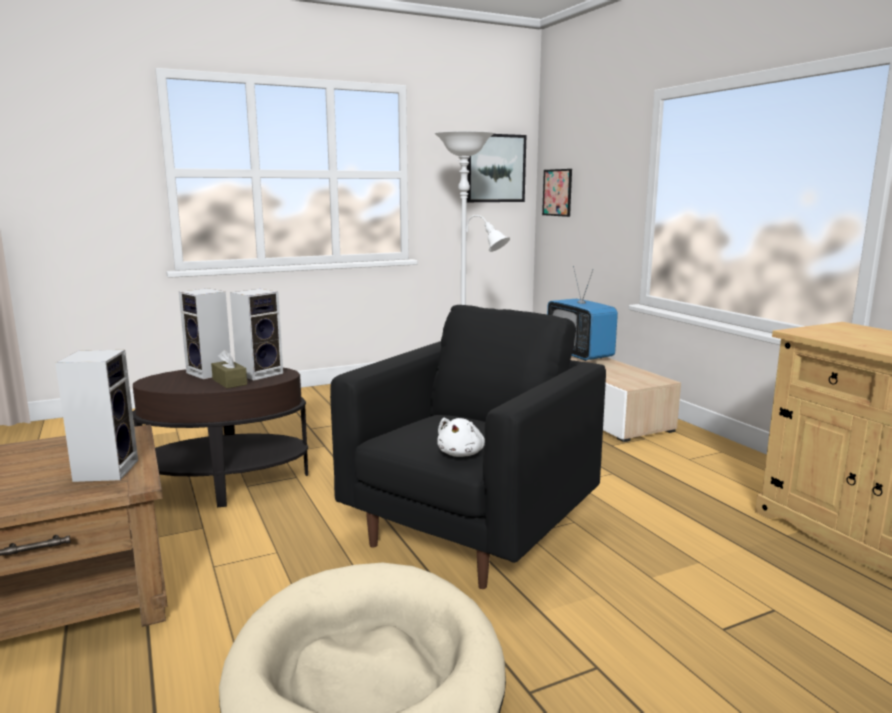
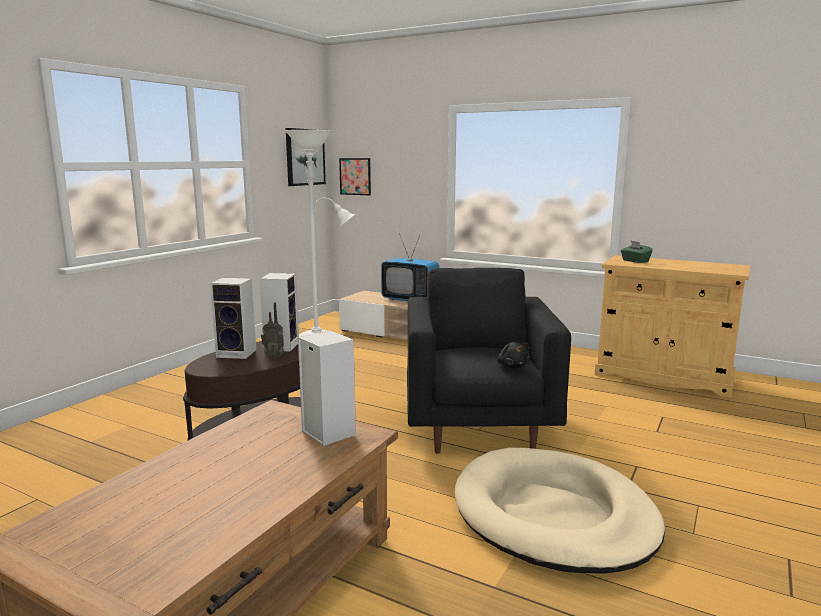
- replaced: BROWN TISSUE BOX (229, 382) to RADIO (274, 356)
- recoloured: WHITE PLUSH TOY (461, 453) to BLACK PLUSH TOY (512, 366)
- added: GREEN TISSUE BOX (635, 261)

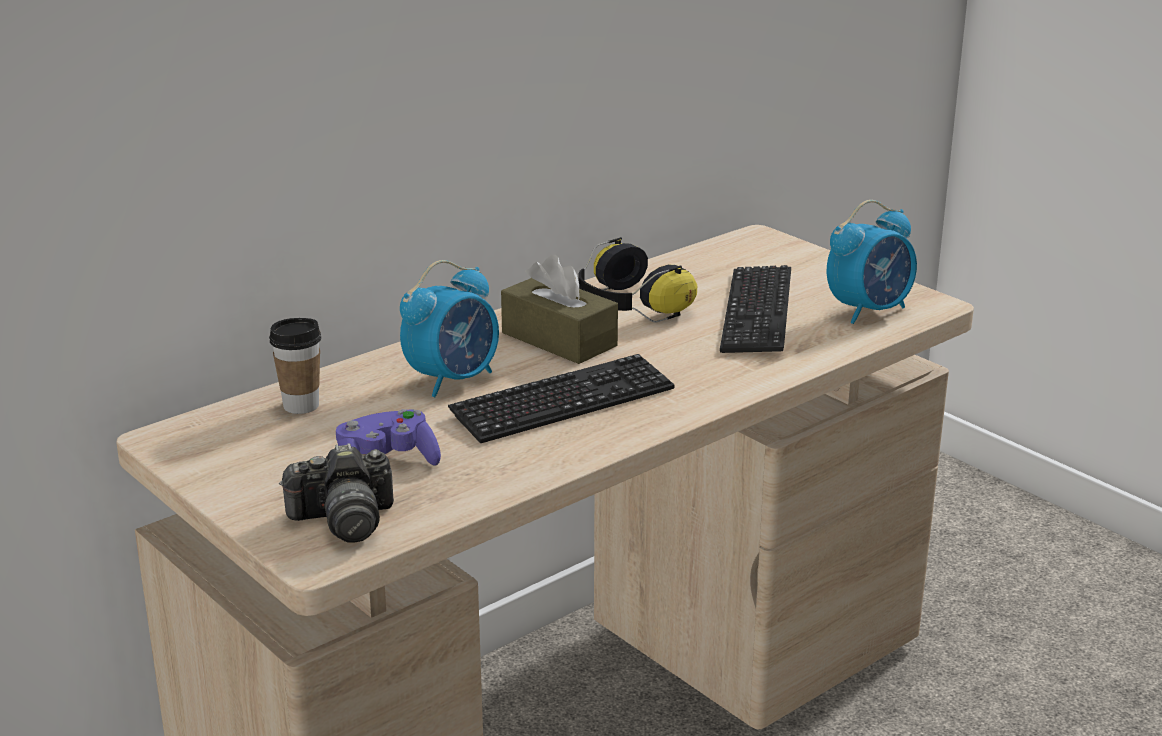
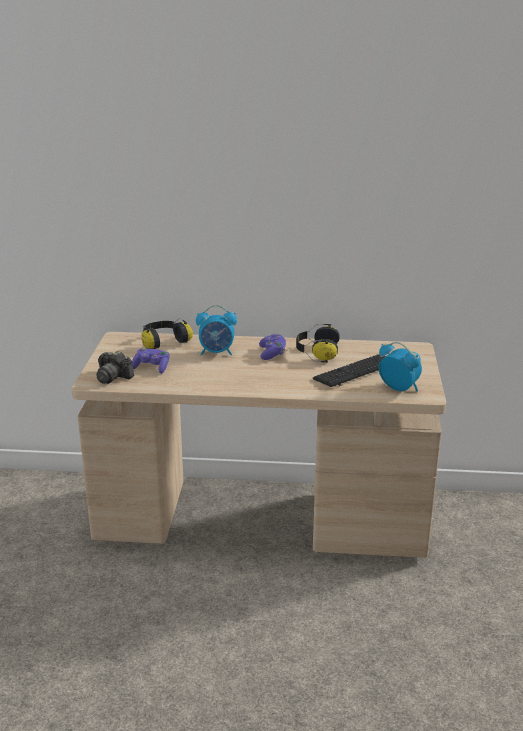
- replaced: CUP (301, 405) to HEADPHONES (163, 342)
- removed: KEYBOARD (563, 402)
- replaced: BROWN TISSUE BOX (559, 339) to PURPLE GAME CONTROLLER (272, 354)
- turned: ALARM CLOCK (869, 310) = (398, 388) 150 degrees counterclockwise

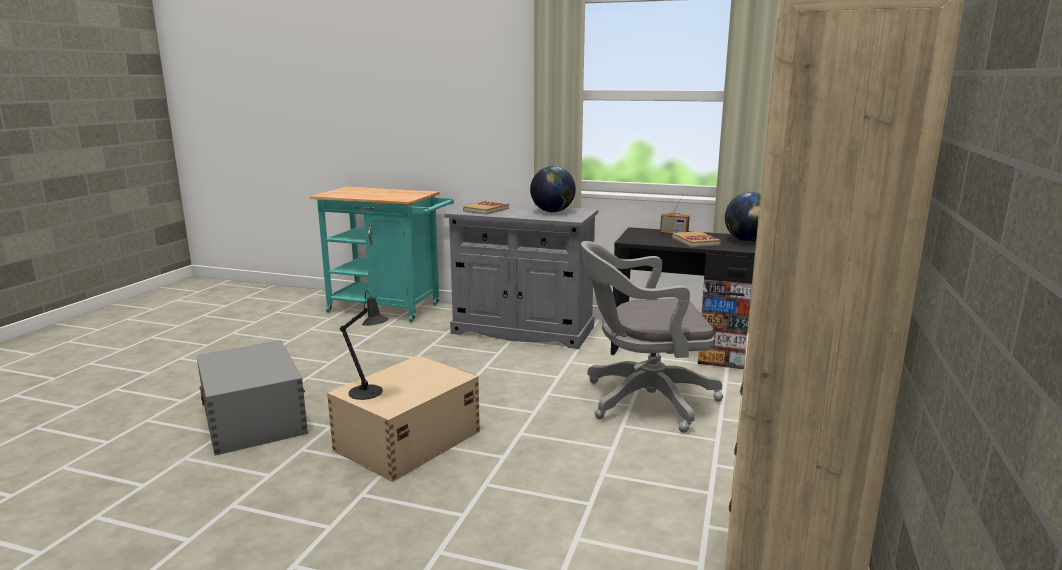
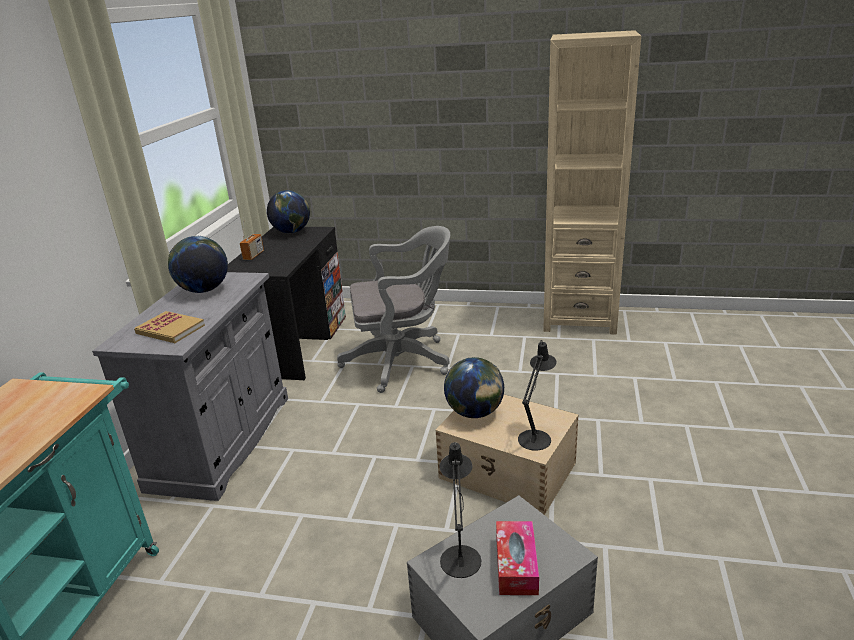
- turned: GREY OFFICE CHAIR (642, 400) = (403, 361) 90 degrees counterclockwise
- removed: BOOK (695, 241)
- added: BLACK TABLE LAMP (460, 556)
- added: GLOBE (474, 413)
- added: TISSUE BOX (516, 565)

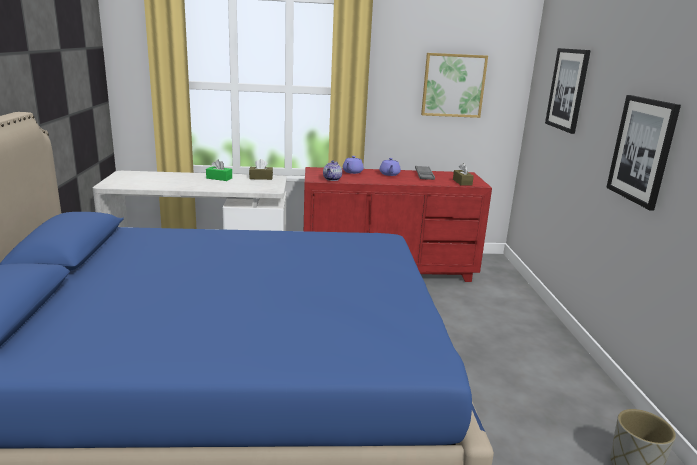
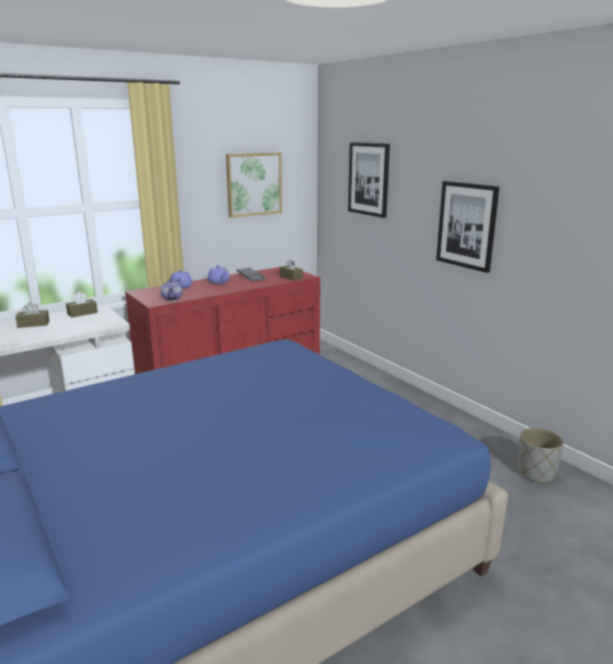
- recoloured: GREEN TISSUE BOX (219, 178) to BROWN TISSUE BOX (33, 324)

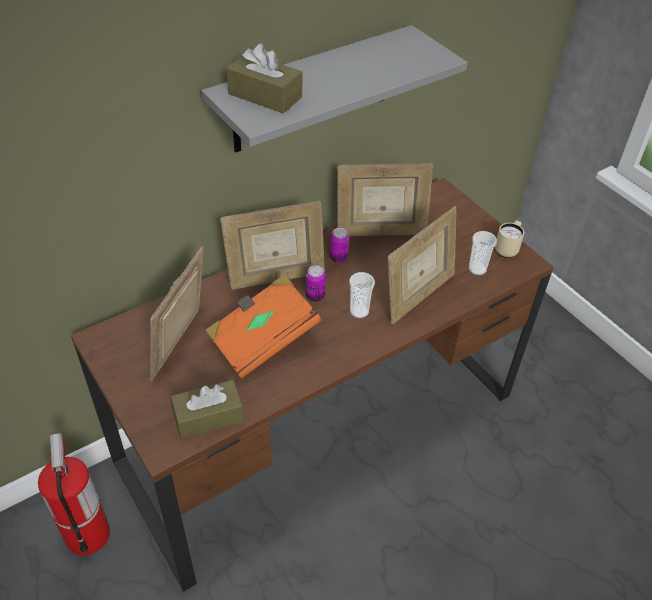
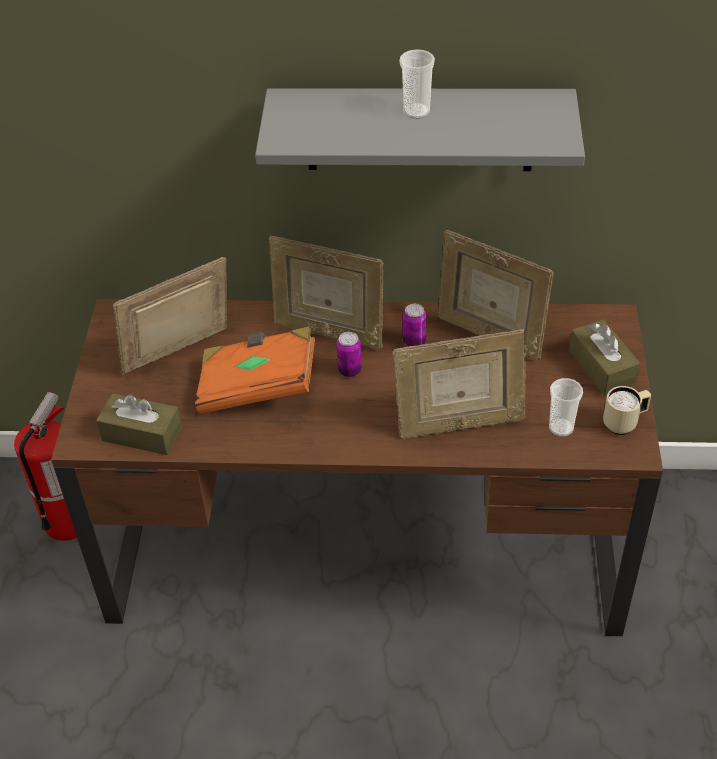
- moved: BROWN TISSUE BOX (265, 95) to (602, 367)
- moved: CUP (359, 311) to (416, 111)

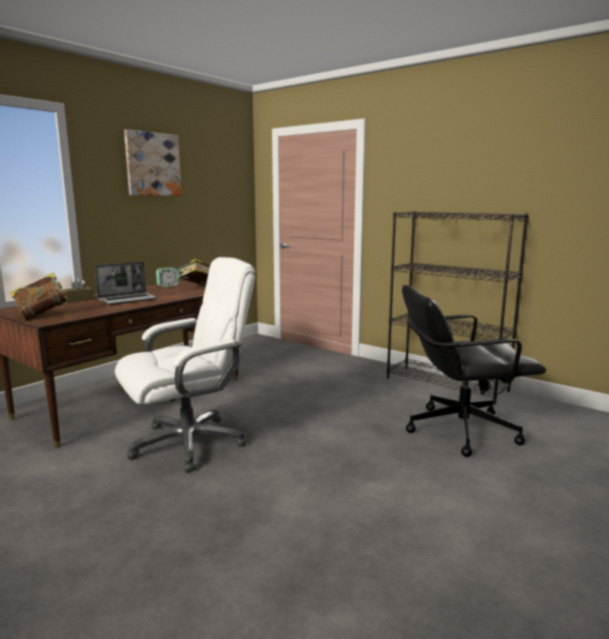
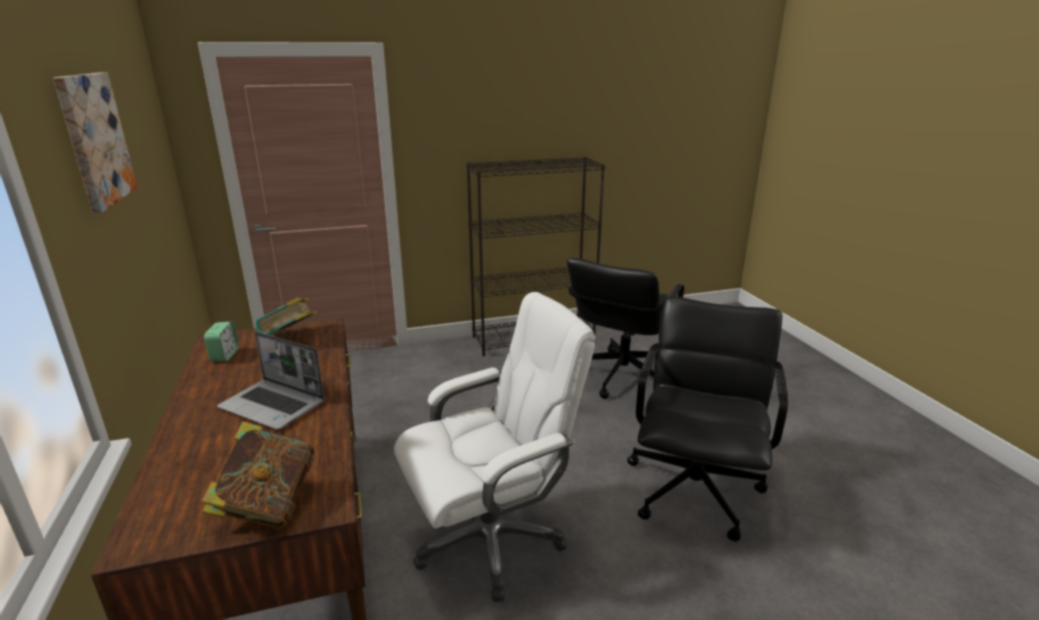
- removed: BROWN TISSUE BOX (78, 300)
- turned: LAPTOP (128, 299) = (274, 405) 120 degrees clockwise
- turned: WHITE OFFICE CHAIR (189, 443) = (491, 538) 60 degrees clockwise
- added: BLACK OFFICE CHAIR (694, 490)

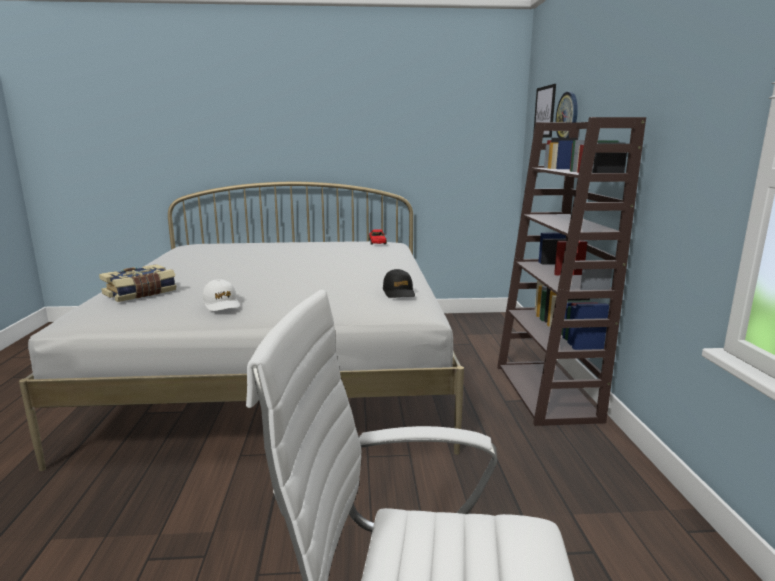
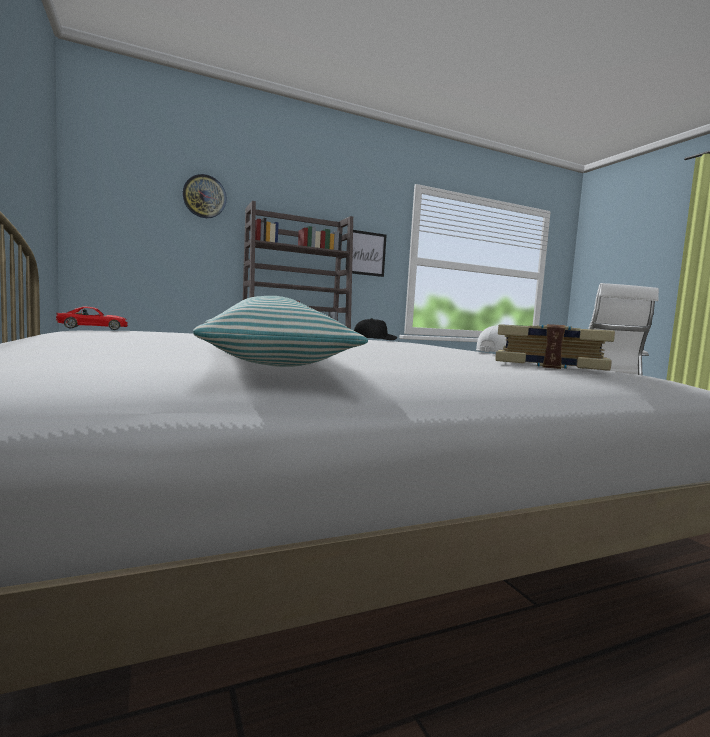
- moved: PICTURE (544, 112) to (365, 253)
- added: PILLOW (265, 361)

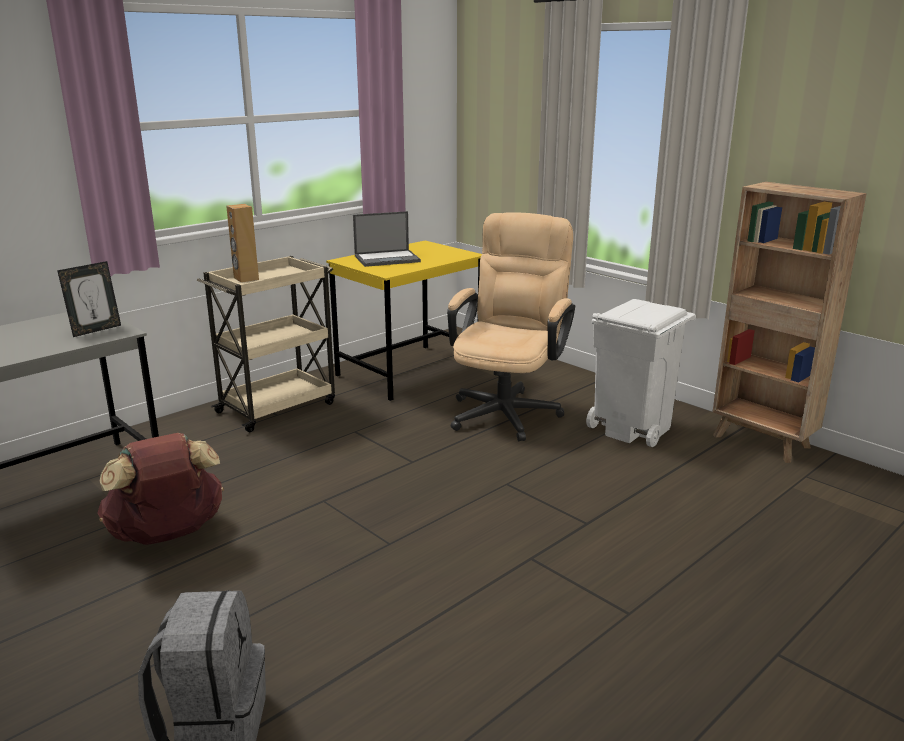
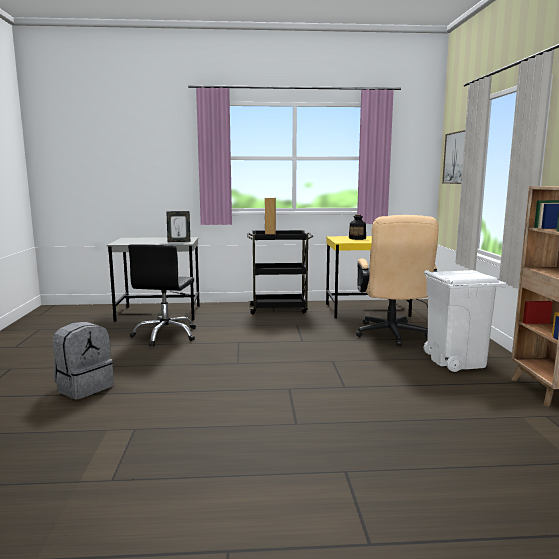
- replaced: BROWN BACKPACK (168, 535) to BLACK OFFICE CHAIR (166, 335)
- recoloured: BEIGE CART (278, 407) to BLACK CART (279, 309)
- replaced: LAPTOP (388, 259) to BOTTLE (357, 238)
- turned: BEIGE OFFICE CHAIR (508, 410) = (392, 335) 120 degrees clockwise
- added: PICTURE (457, 158)

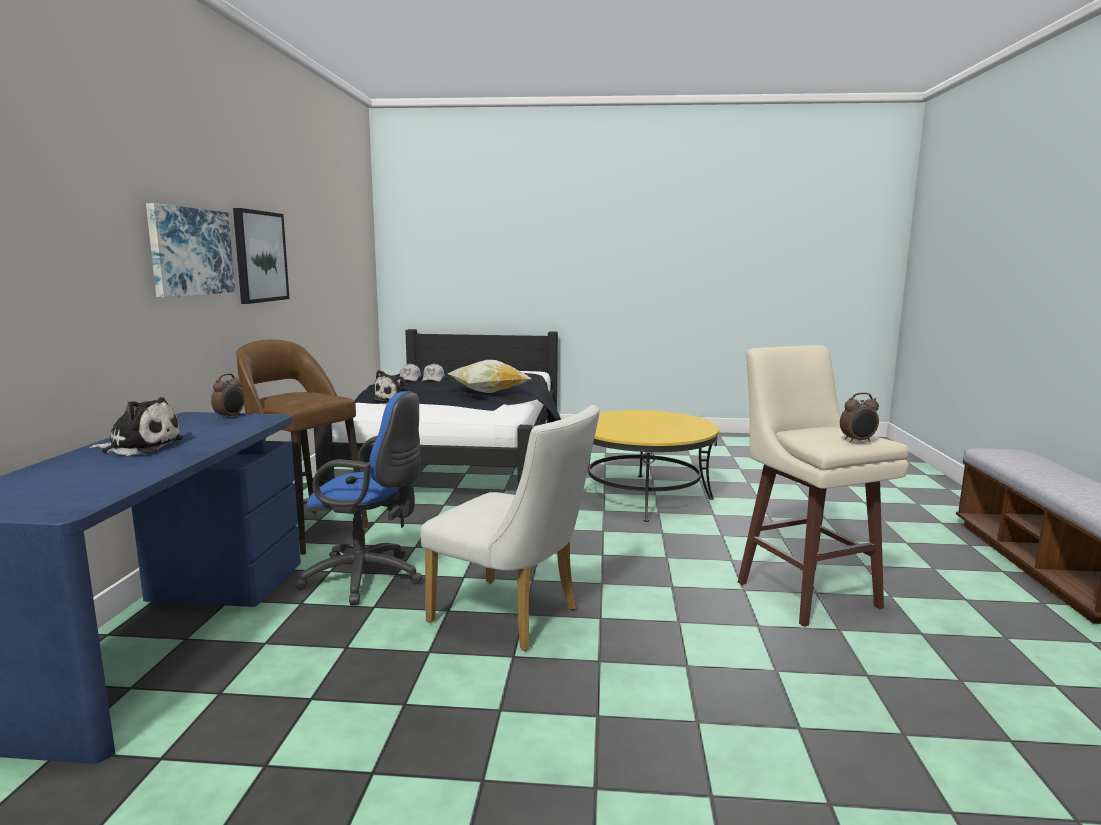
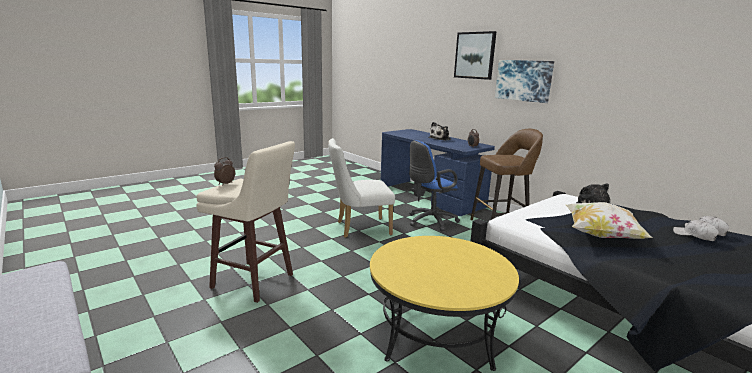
- moved: PICTURE (260, 256) to (475, 55)

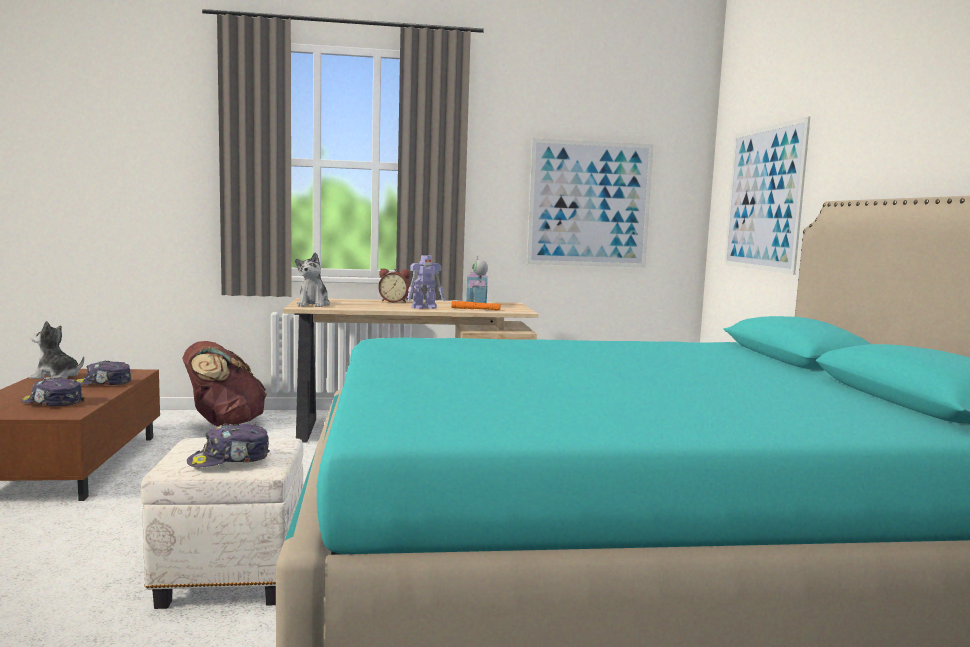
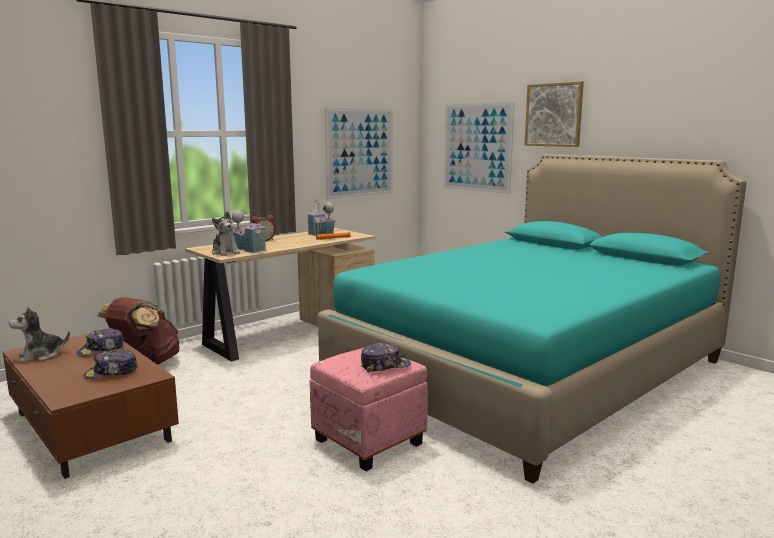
- recoloured: WHITE OTTOMAN (232, 576) to PINK OTTOMAN (370, 442)
- turned: CAP (230, 460) = (385, 365) 135 degrees counterclockwise
- removed: TOY ROBOT (425, 307)
- added: TOY HOUSE (249, 249)
- added: PICTURE (553, 115)

